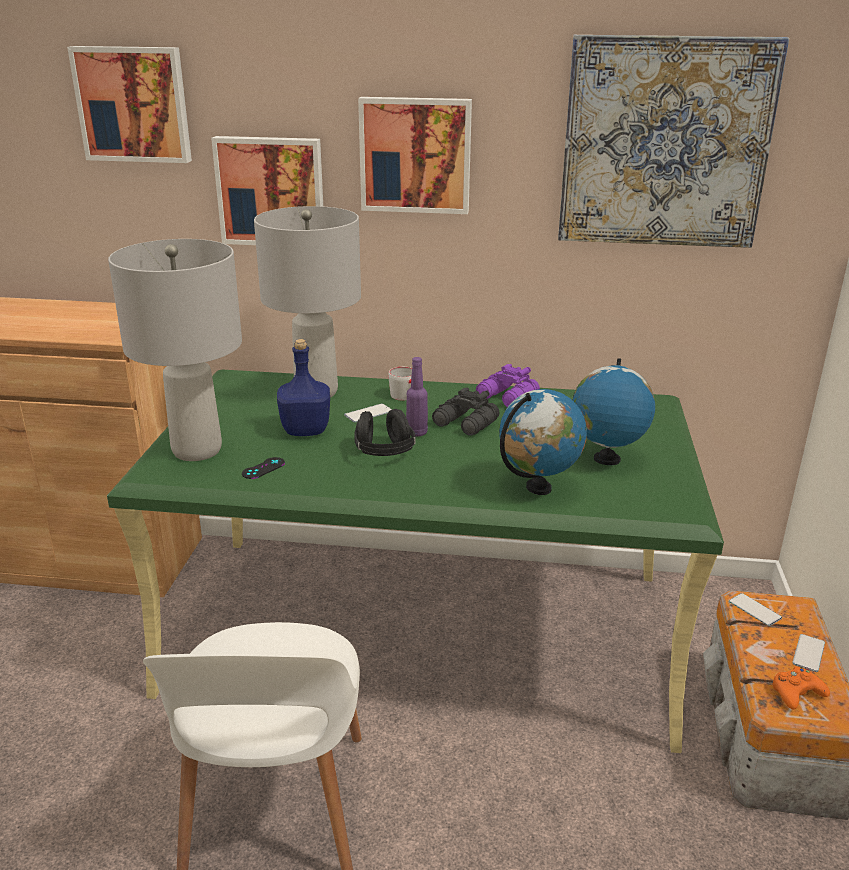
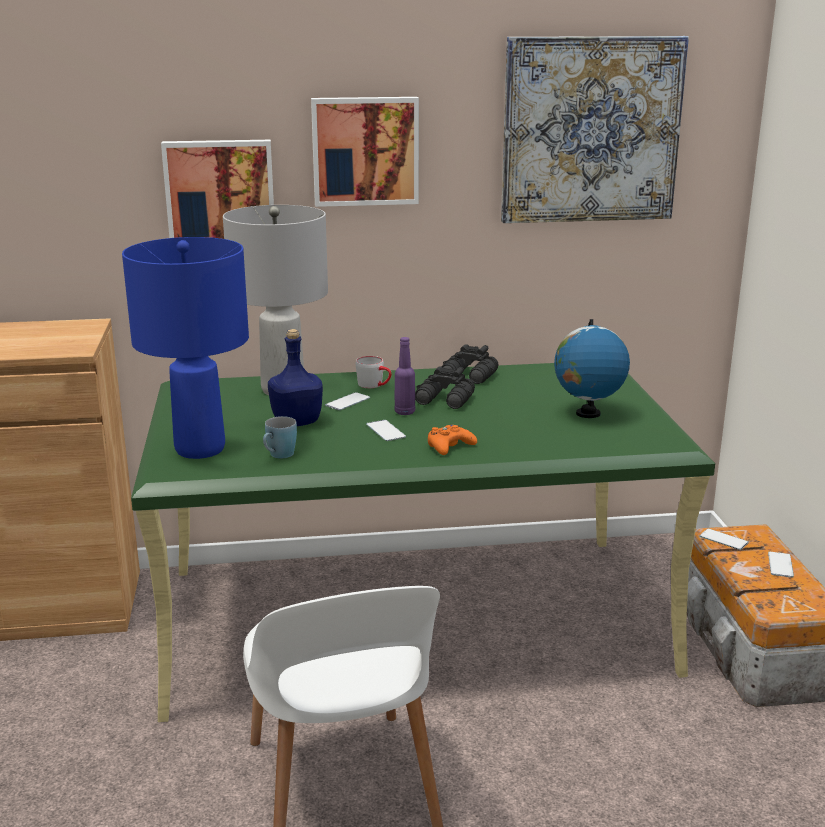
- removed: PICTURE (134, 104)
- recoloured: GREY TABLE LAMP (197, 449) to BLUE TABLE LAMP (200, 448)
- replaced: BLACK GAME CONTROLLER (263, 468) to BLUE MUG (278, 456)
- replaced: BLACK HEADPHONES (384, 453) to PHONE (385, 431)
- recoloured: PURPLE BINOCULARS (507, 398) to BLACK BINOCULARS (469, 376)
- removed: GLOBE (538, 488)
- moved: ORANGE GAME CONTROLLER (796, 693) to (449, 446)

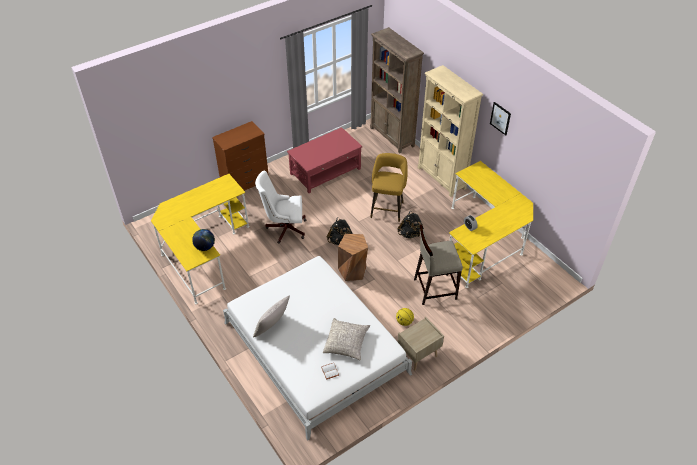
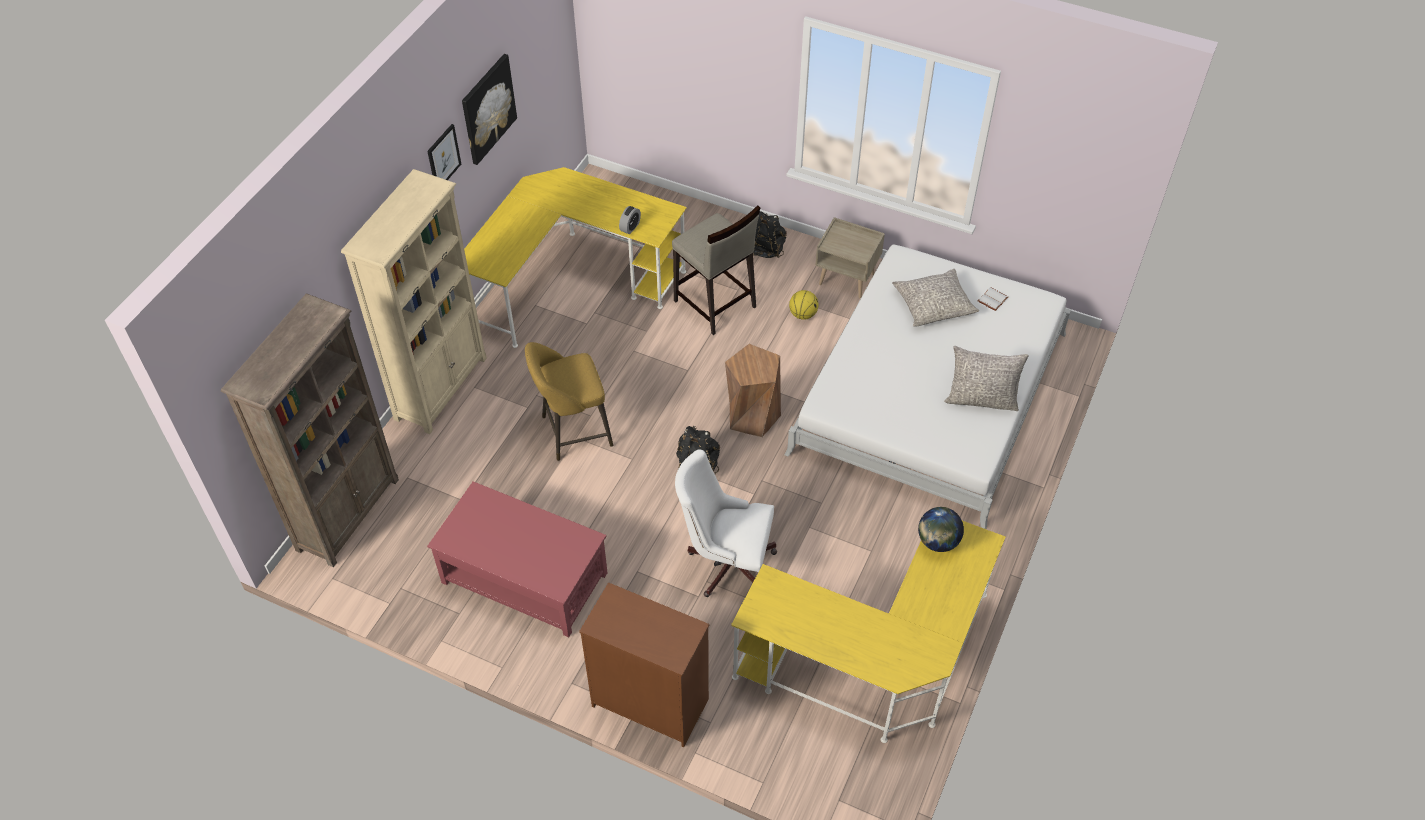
- turned: WHITE OFFICE CHAIR (284, 228) = (726, 562) 135 degrees clockwise
- moved: BLACK BACKPACK (410, 234) to (766, 249)
- added: PICTURE (487, 108)

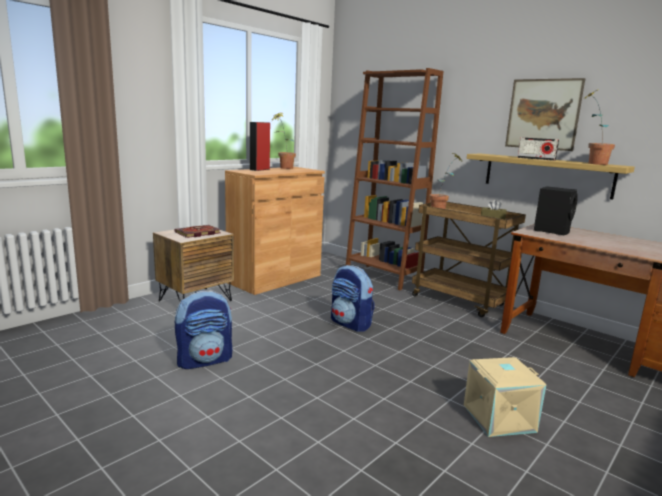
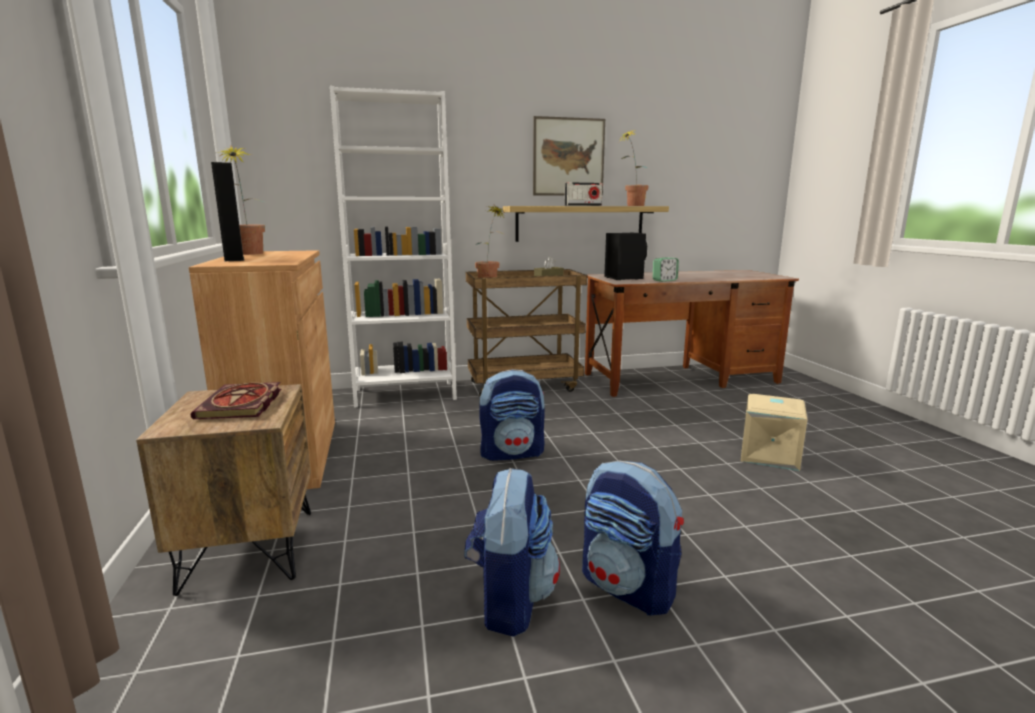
- recoloured: BROWN BOOKCASE (383, 277) to WHITE BOOKCASE (405, 394)
- added: BACKPACK (628, 587)
- added: ALARM CLOCK (664, 280)

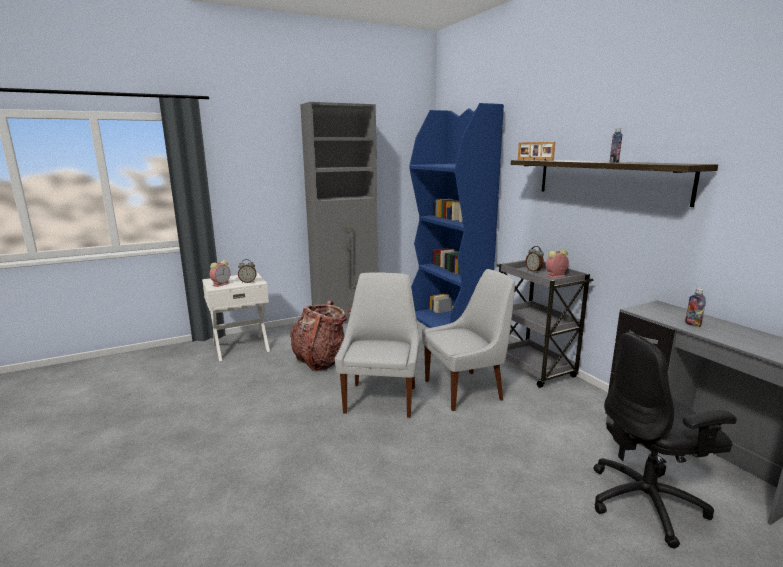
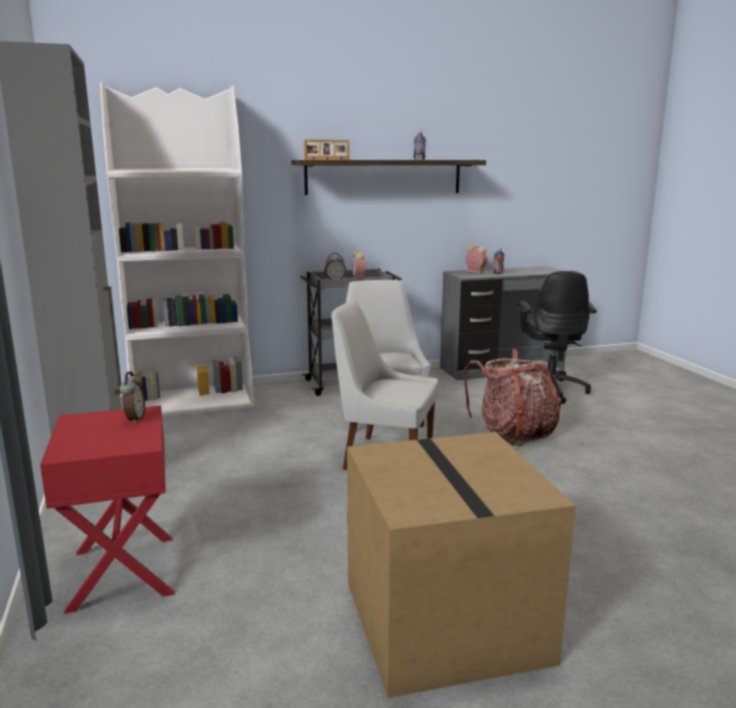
- recoloured: WHITE NIGHTSTAND (241, 347) to RED NIGHTSTAND (121, 572)
- moved: ALARM CLOCK (221, 284) to (474, 271)
- moved: BACKPACK (321, 360) to (513, 433)
- recoloured: BLUE BOOKCASE (448, 323) to WHITE BOOKCASE (193, 401)
- added: CARDBOARD BOX (448, 623)

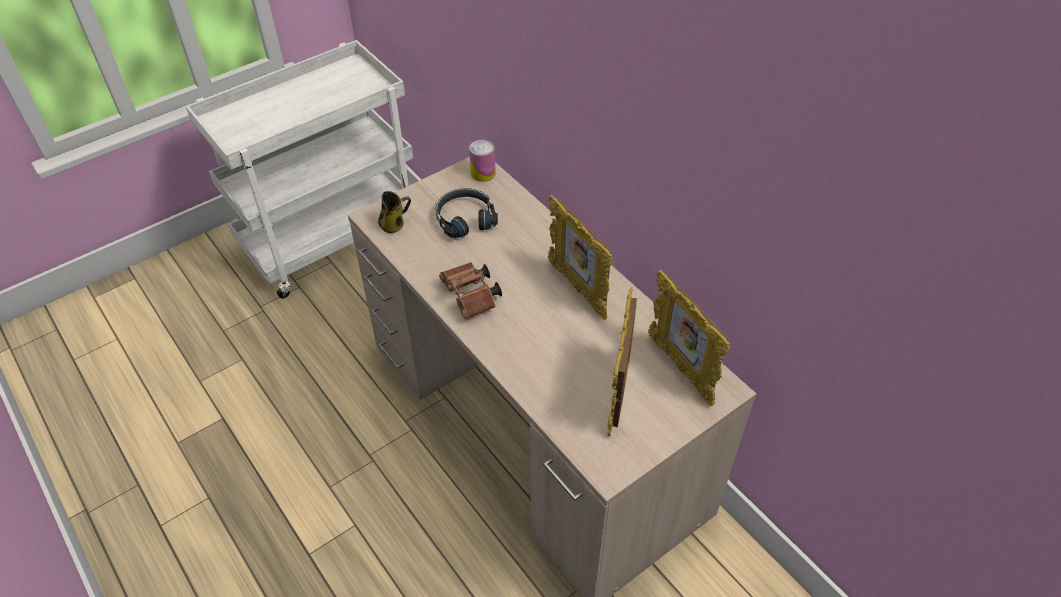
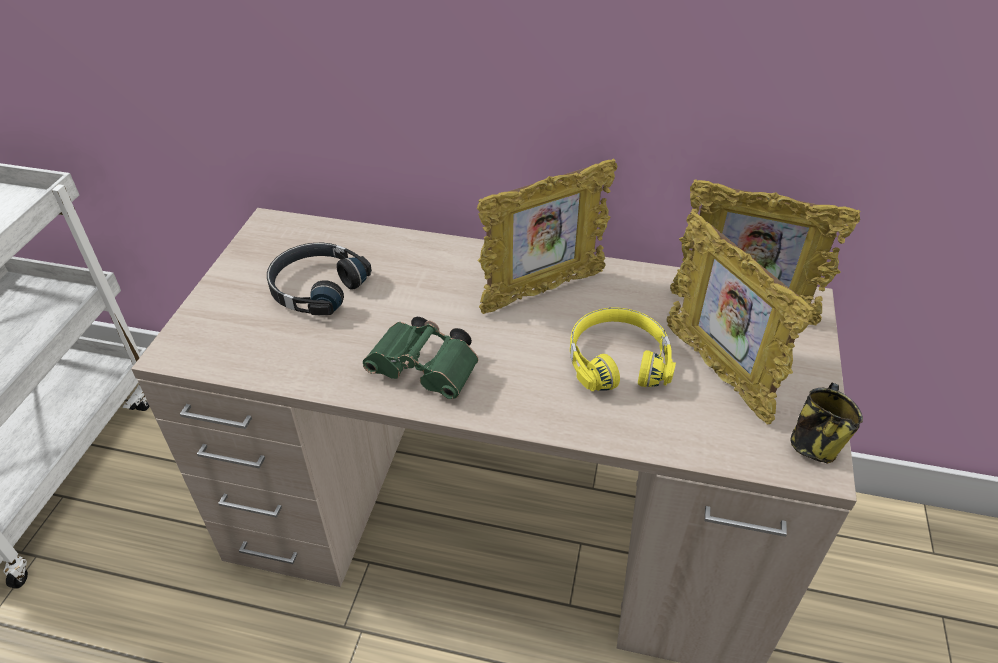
- moved: MUG (394, 224) to (814, 443)
- recoloured: BROWN BINOCULARS (472, 298) to GREEN BINOCULARS (427, 372)
- removed: CAN (483, 173)
- turned: PICTURE FRAME (578, 289) = (542, 291) 45 degrees counterclockwise
- added: YELLOW HEADPHONES (617, 359)

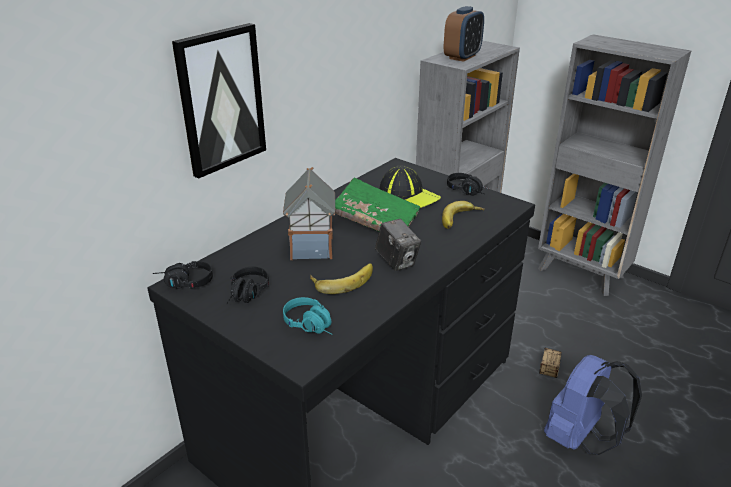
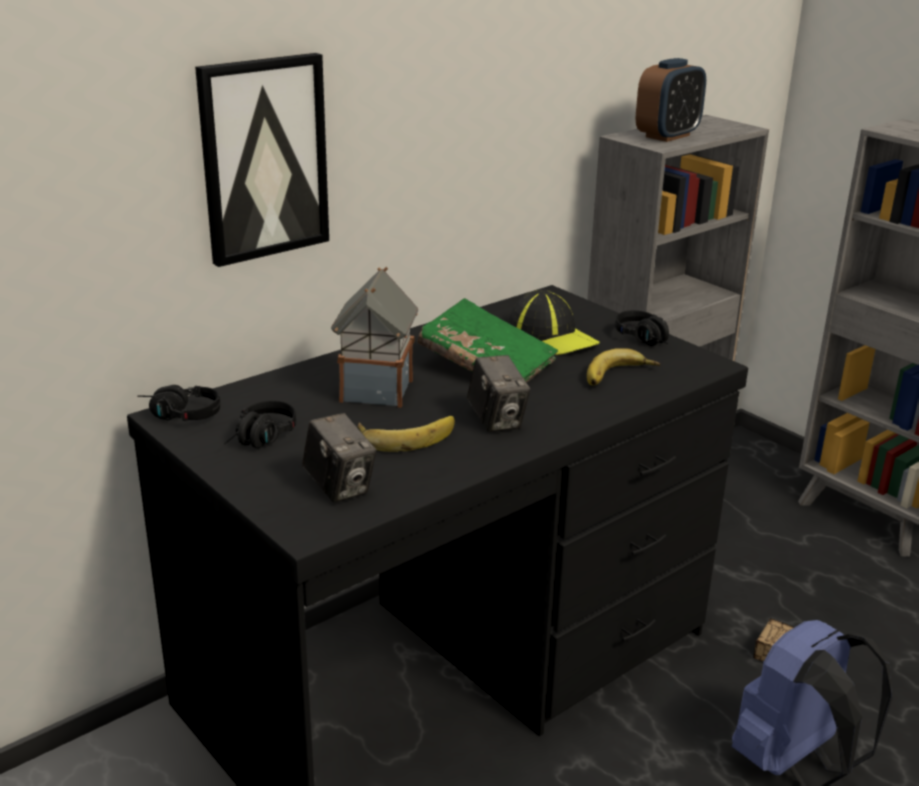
- replaced: TURQUOISE HEADPHONES (312, 326) to PHOTO CAMERA (339, 487)

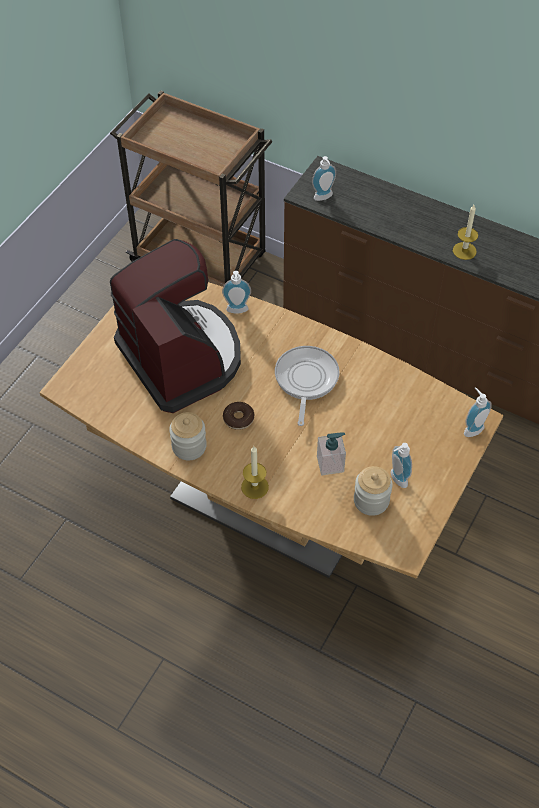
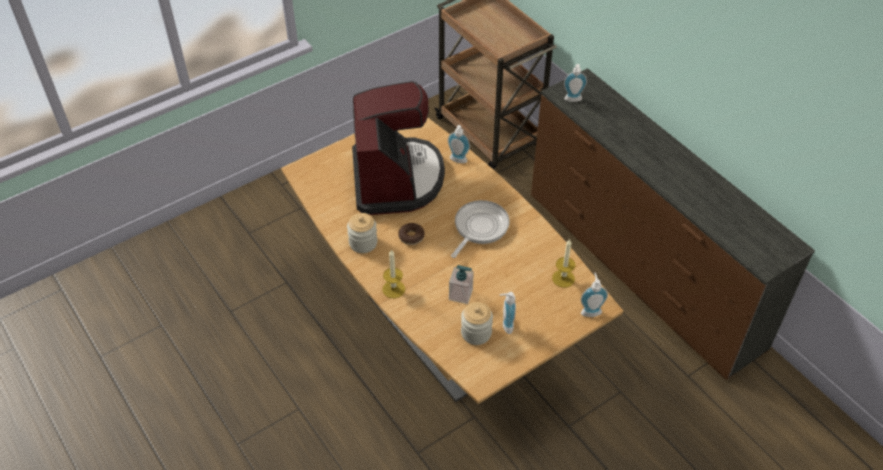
- moved: CANDLE (464, 251) to (563, 278)

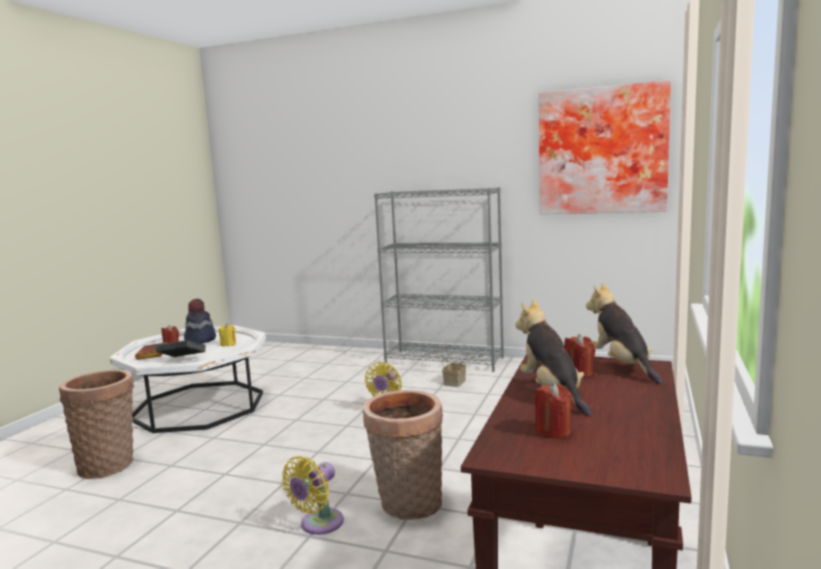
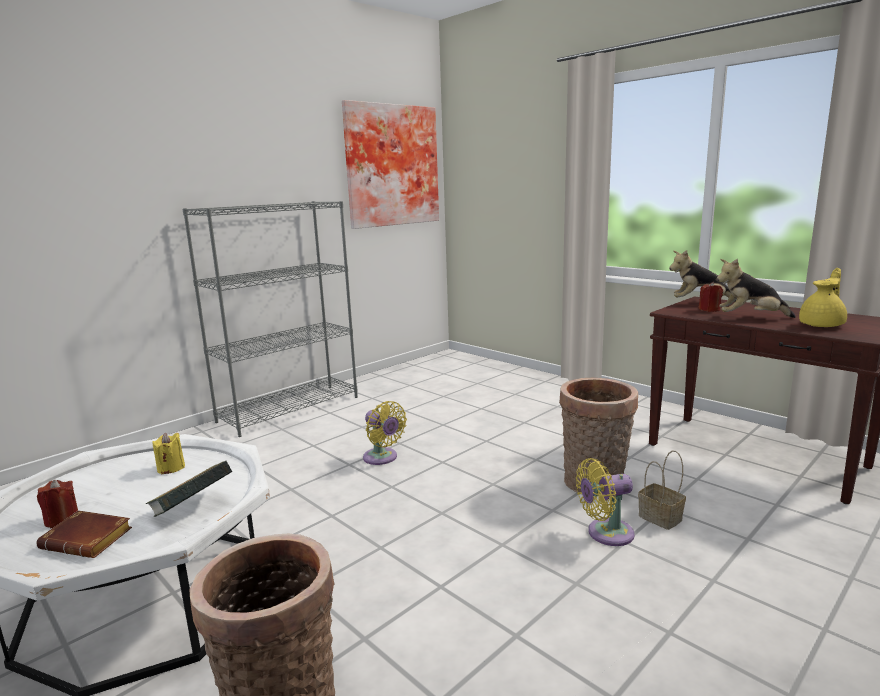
- removed: HAT (200, 340)
- turned: YELLOW FAN (318, 524) = (605, 533) 105 degrees clockwise
- moved: BASKET (454, 383) to (661, 518)
- replaced: RED CANDLE (553, 431) to YELLOW TEAPOT (822, 325)

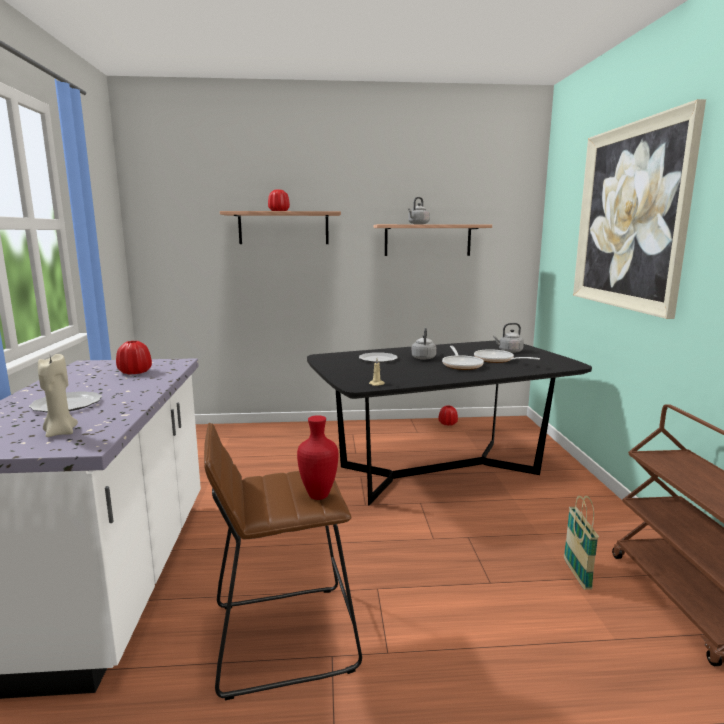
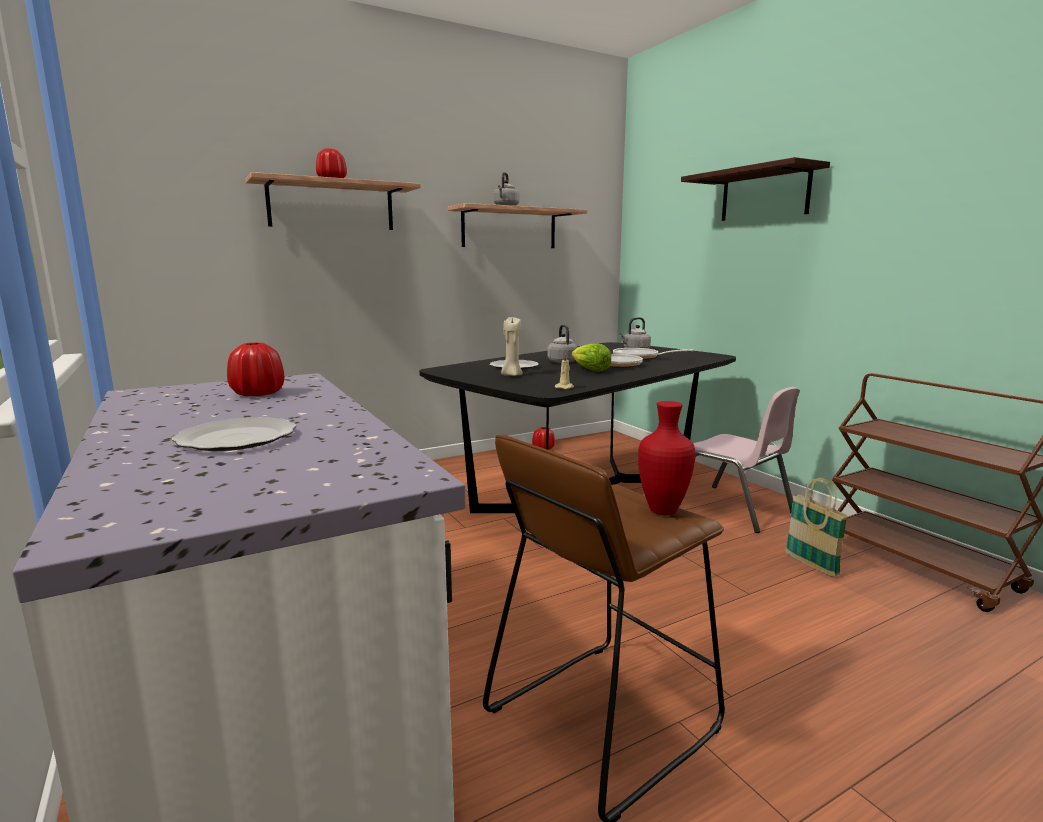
- moved: BEIGE CANDLE (60, 433) to (511, 375)
- replaced: PICTURE (630, 217) to SHELF (764, 194)
- added: LETTUCE (589, 370)
- added: PINK CHAIR (733, 509)

